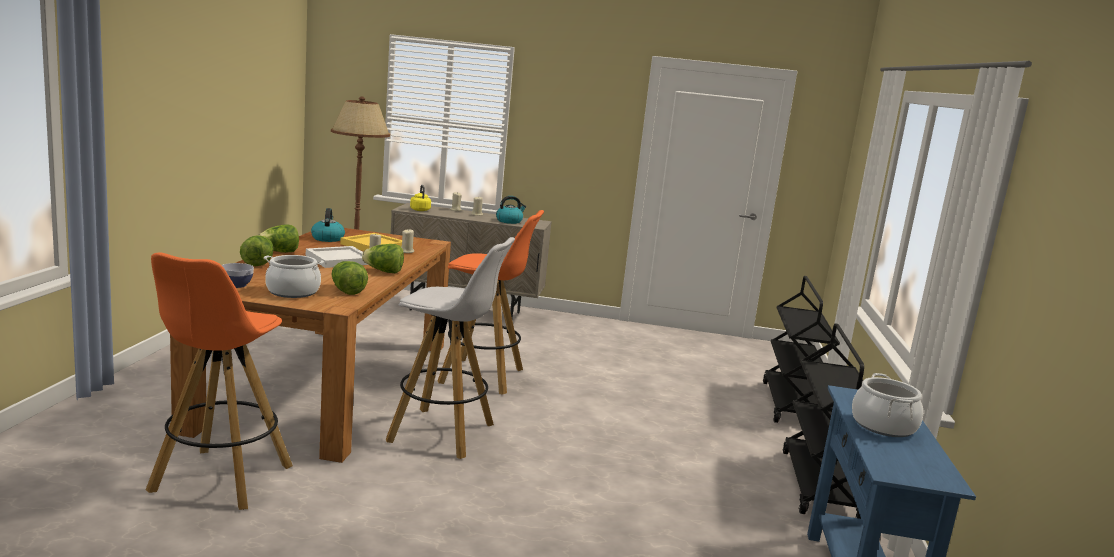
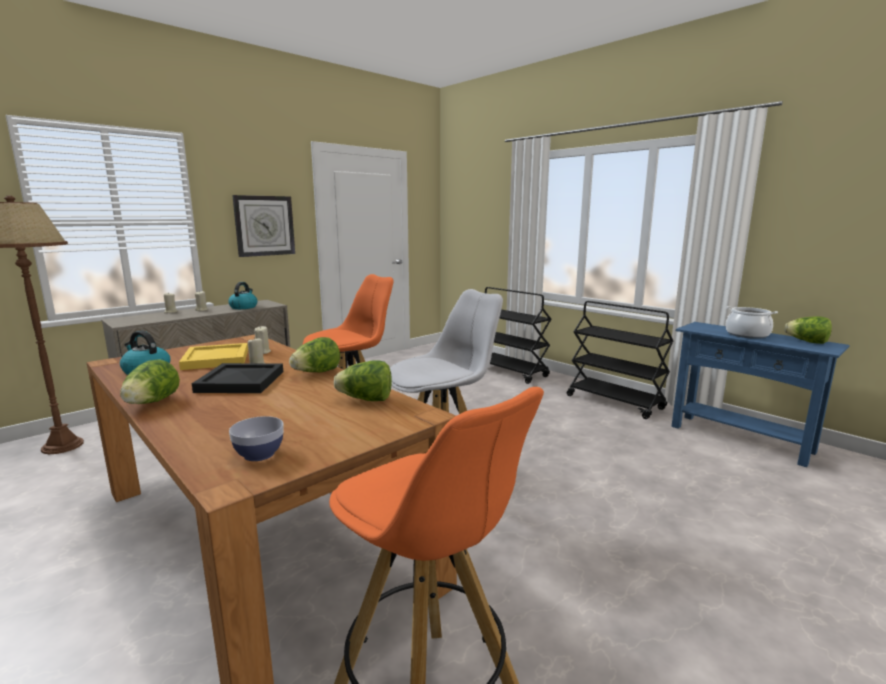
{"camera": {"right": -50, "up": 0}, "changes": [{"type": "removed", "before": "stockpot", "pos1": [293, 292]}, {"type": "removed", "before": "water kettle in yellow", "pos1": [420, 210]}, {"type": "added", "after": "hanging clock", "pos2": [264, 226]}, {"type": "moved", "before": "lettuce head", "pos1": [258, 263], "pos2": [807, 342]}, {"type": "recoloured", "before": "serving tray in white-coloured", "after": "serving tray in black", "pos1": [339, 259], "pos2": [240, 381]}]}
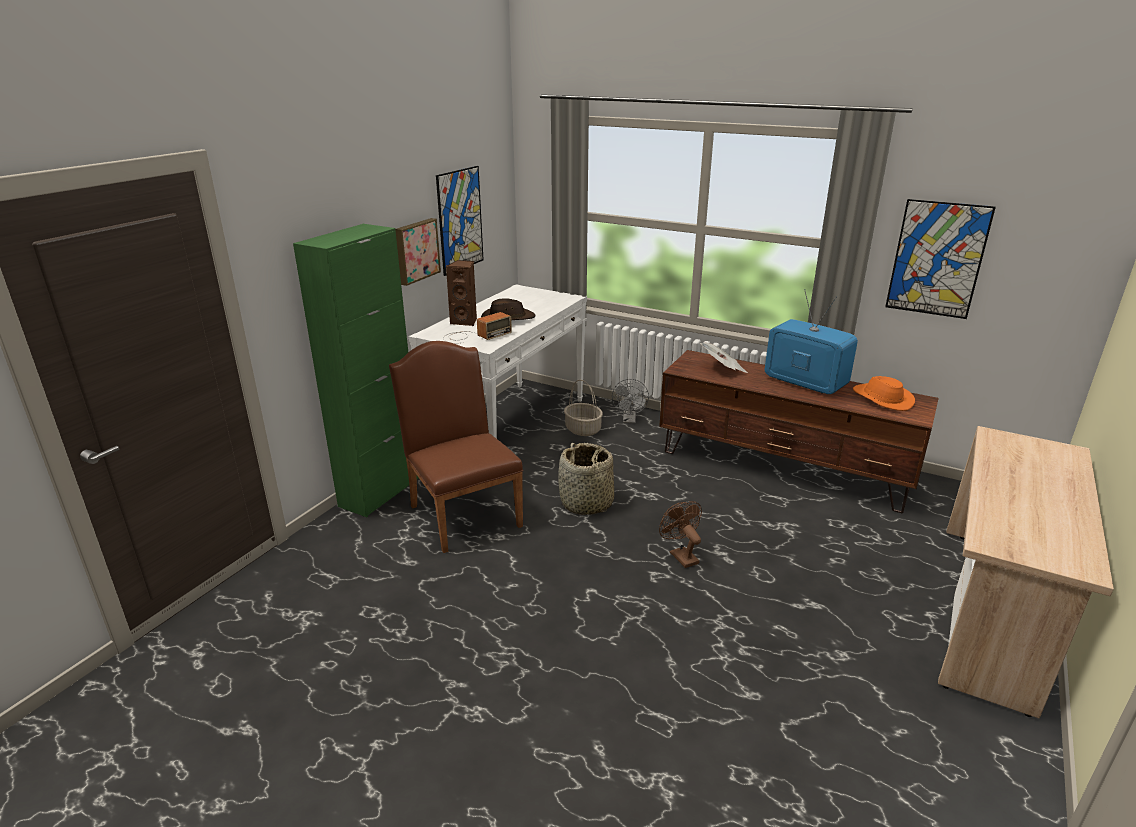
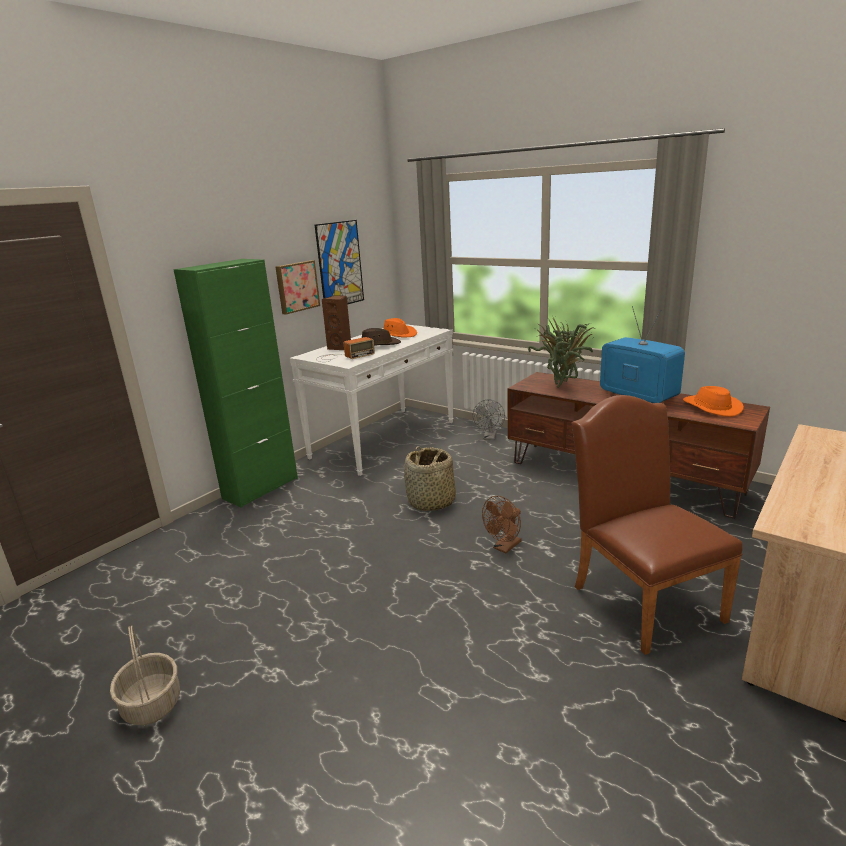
{"camera": {"right": 10, "up": -5}, "changes": [{"type": "removed", "before": "wall art", "pos1": [937, 259]}, {"type": "added", "after": "wearable hat in orangey", "pos2": [396, 335]}, {"type": "moved", "before": "upright chair in brown-coloured", "pos1": [462, 511], "pos2": [641, 597]}, {"type": "moved", "before": "basket", "pos1": [582, 429], "pos2": [151, 704]}, {"type": "replaced", "before": "newspaper", "after": "potted plant", "pos1": [722, 369], "pos2": [563, 385]}, {"type": "turned", "before": "electric fan in brown-coloured", "pos1": [680, 555], "pos2": [504, 547], "turn": -120}]}
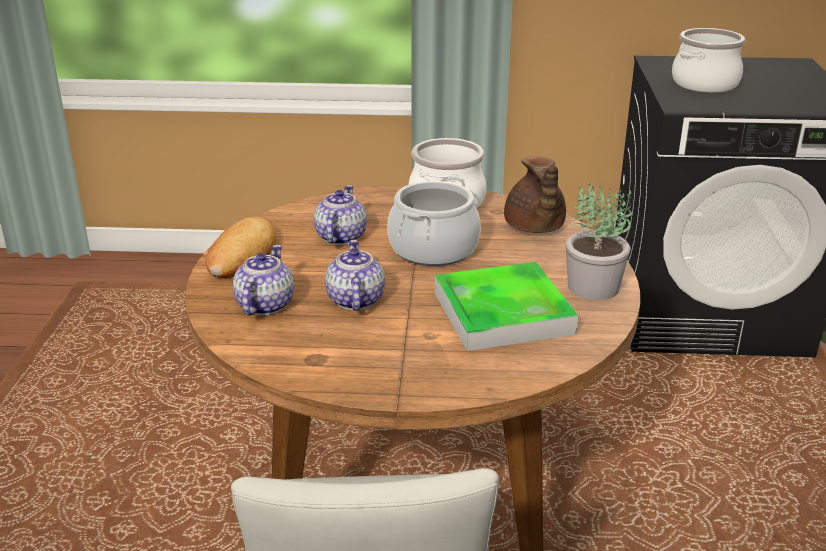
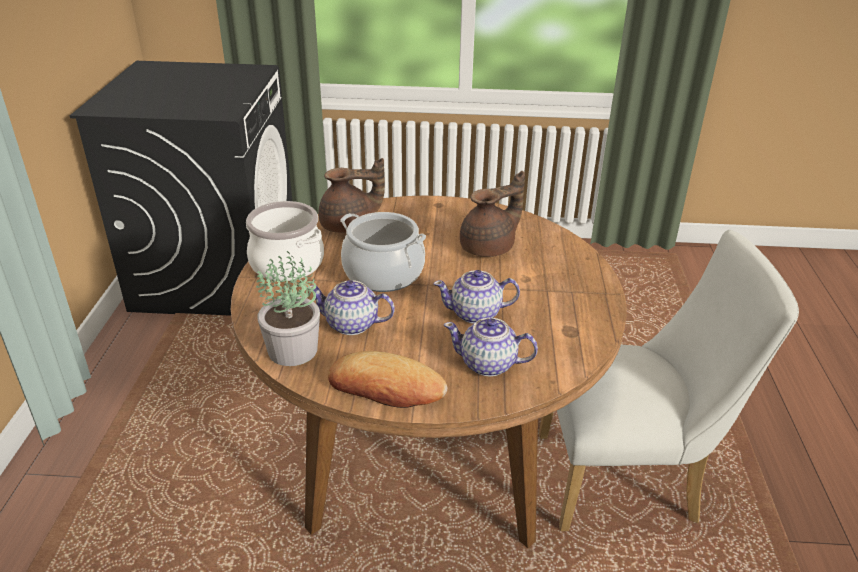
{"camera": {"right": -90, "up": 5}, "changes": [{"type": "removed", "before": "stockpot", "pos1": [705, 84]}, {"type": "moved", "before": "potted plant", "pos1": [594, 287], "pos2": [294, 350]}, {"type": "replaced", "before": "serving tray", "after": "pot for tea in brown-coloured", "pos1": [502, 313], "pos2": [489, 247]}]}
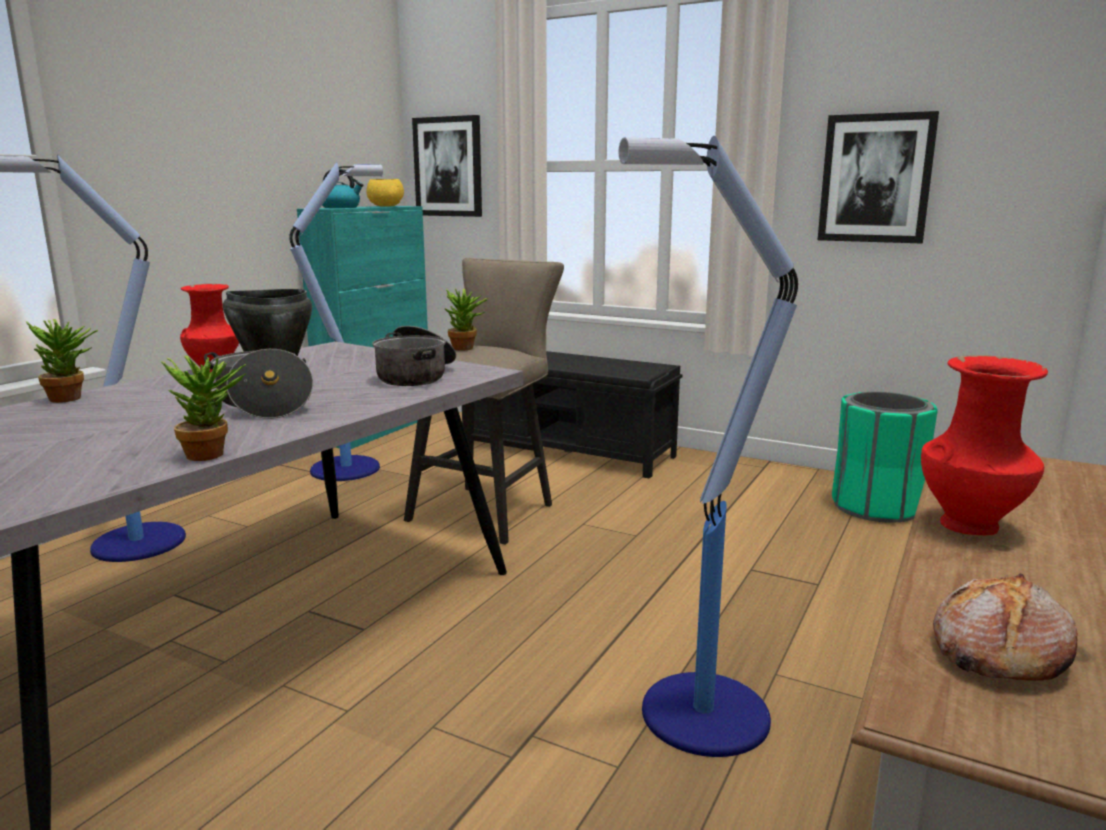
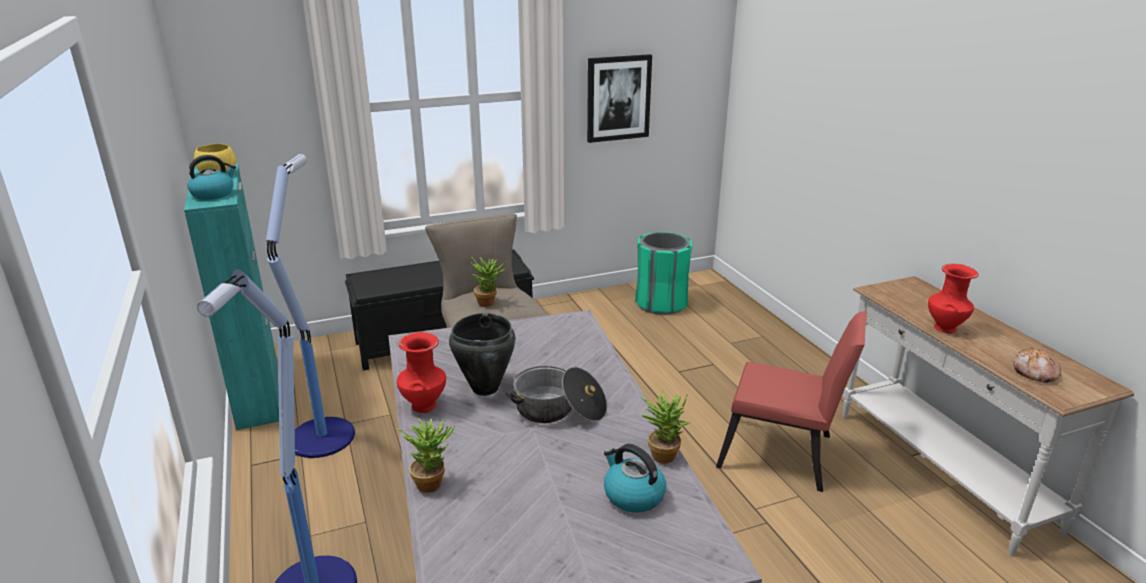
{"camera": {"right": -50, "up": 10}, "changes": [{"type": "removed", "before": "stockpot", "pos1": [416, 375]}, {"type": "removed", "before": "wall art", "pos1": [448, 167]}, {"type": "added", "after": "water kettle", "pos2": [632, 495]}, {"type": "replaced", "before": "standing lamp", "after": "upright chair in red-coloured", "pos1": [700, 715], "pos2": [783, 455]}]}
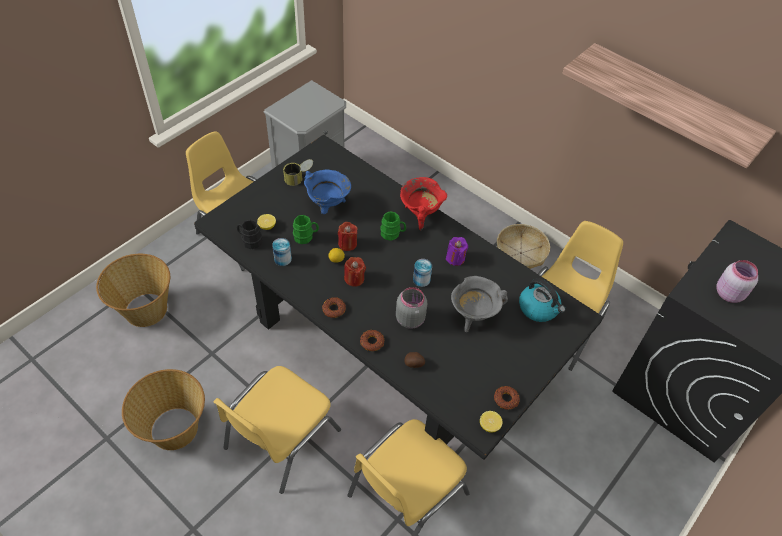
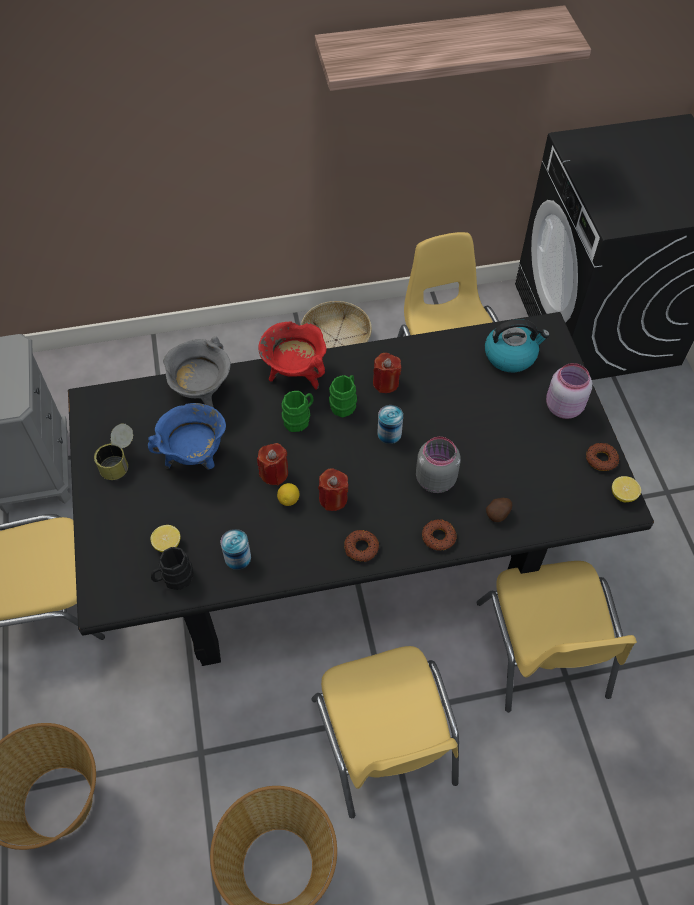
{"camera": {"right": -50, "up": 5}, "changes": [{"type": "moved", "before": "coffee mug in green", "pos1": [306, 237], "pos2": [345, 403]}, {"type": "moved", "before": "stockpot in greyish", "pos1": [473, 317], "pos2": [202, 394]}, {"type": "moved", "before": "jar in pink-coloured", "pos1": [728, 293], "pos2": [562, 406]}, {"type": "recoloured", "before": "wax light in purple", "after": "wax light in red-coloured", "pos1": [455, 258], "pos2": [386, 383]}]}
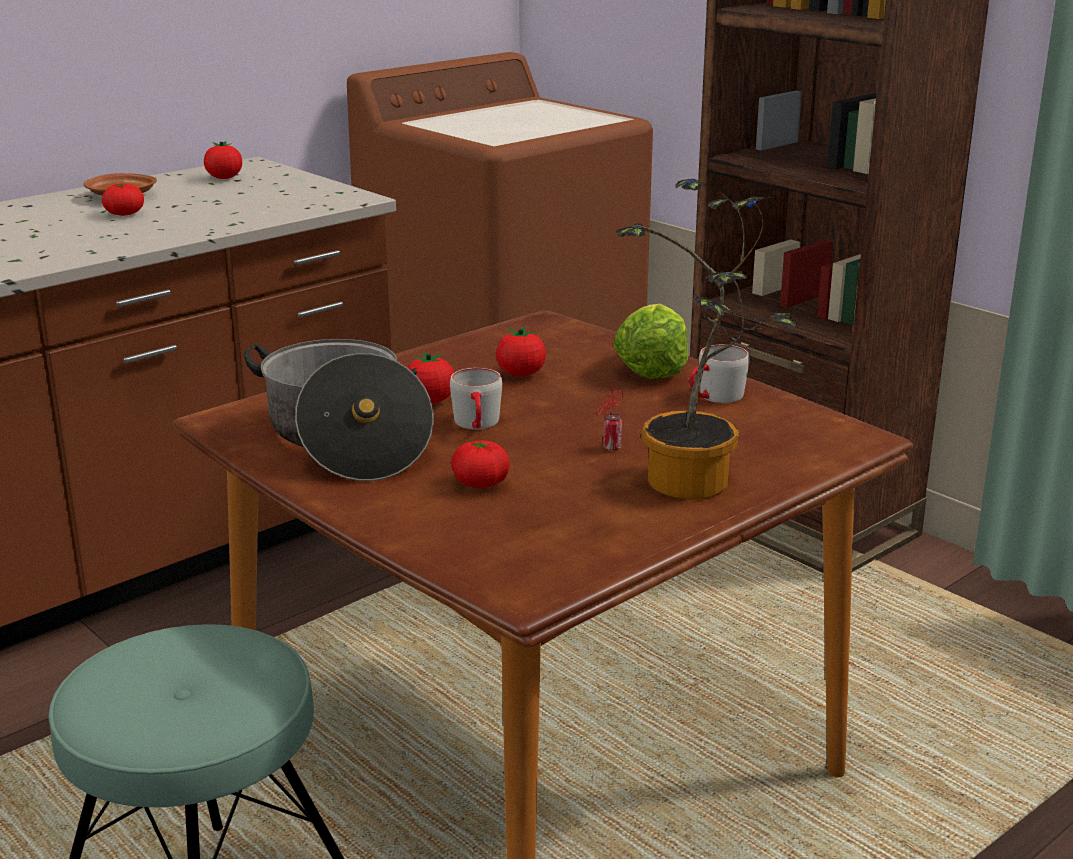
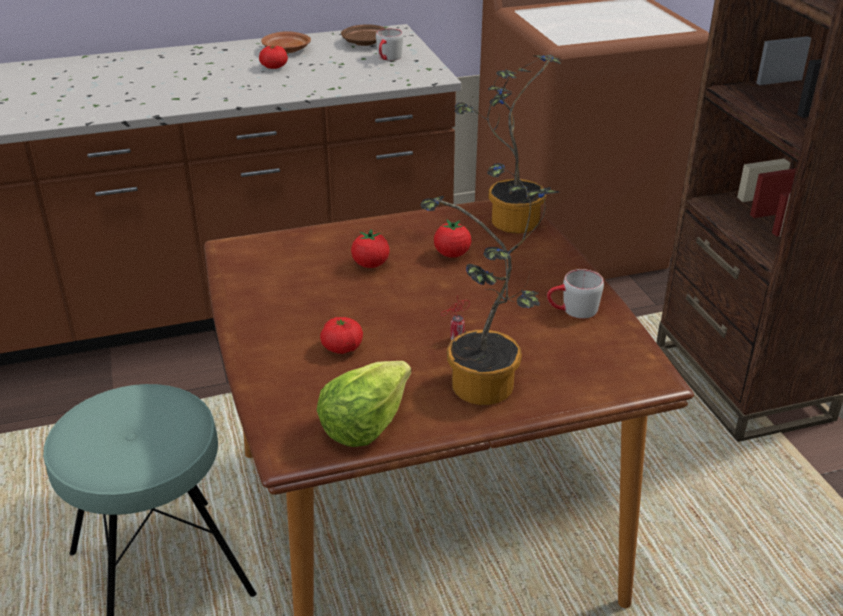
{"camera": {"right": 25, "up": 10}, "changes": [{"type": "removed", "before": "stockpot", "pos1": [344, 439]}, {"type": "added", "after": "potted plant", "pos2": [507, 220]}, {"type": "moved", "before": "coffee mug in greyish", "pos1": [478, 425], "pos2": [388, 59]}, {"type": "moved", "before": "lettuce head", "pos1": [651, 367], "pos2": [364, 422]}, {"type": "replaced", "before": "whole tomato", "after": "plate in brown-coloured", "pos1": [224, 178], "pos2": [365, 42]}]}
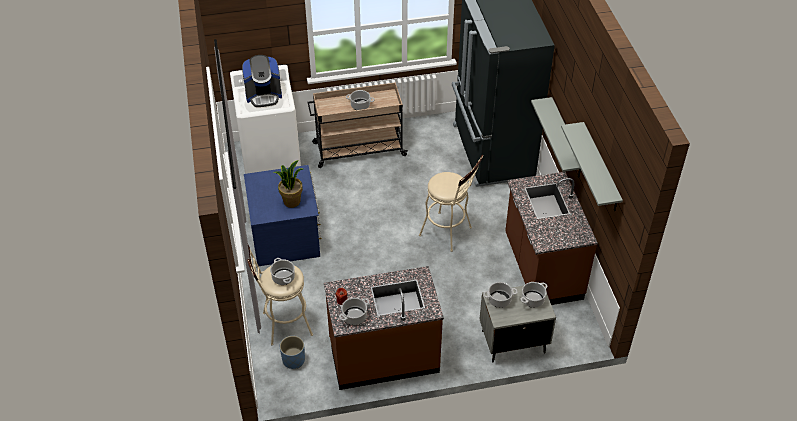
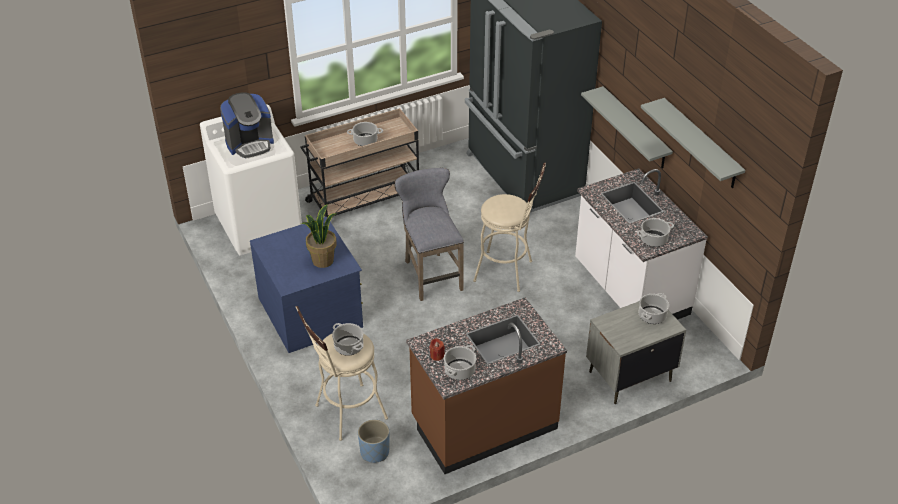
{"camera": {"right": -15, "up": -5}, "changes": [{"type": "added", "after": "stool seat in greyish", "pos2": [430, 273]}, {"type": "moved", "before": "stockpot", "pos1": [499, 300], "pos2": [653, 240]}, {"type": "recoloured", "before": "kitchen counter in brown-coloured", "after": "kitchen counter in white-coloured", "pos1": [541, 268], "pos2": [629, 289]}]}
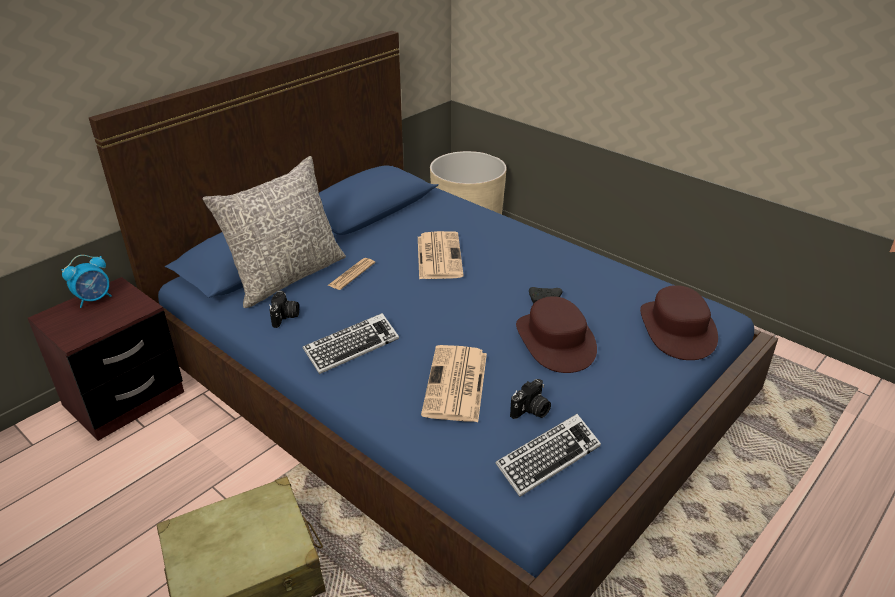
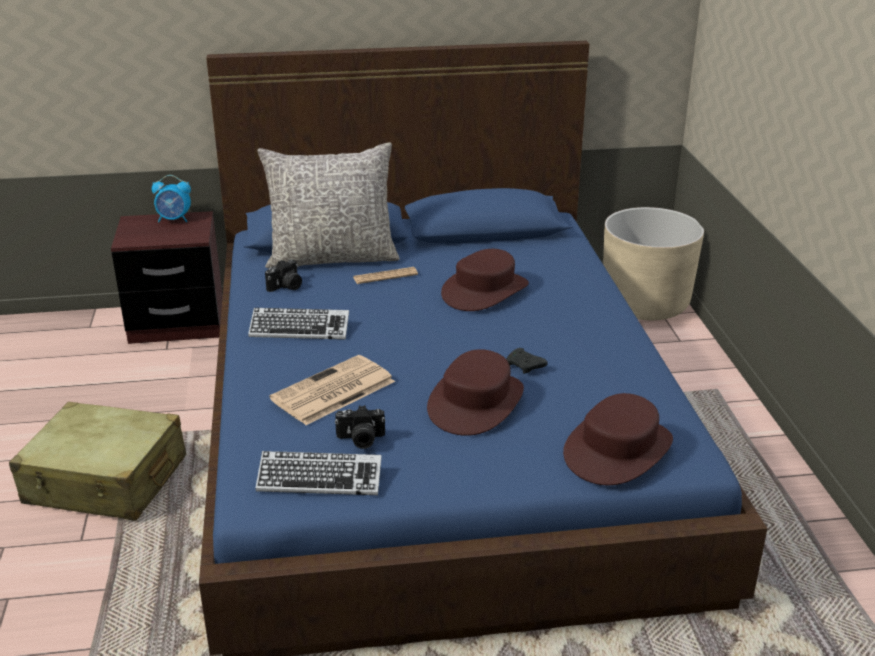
{"camera": {"right": 40, "up": -5}, "changes": [{"type": "replaced", "before": "newspaper", "after": "wearable hat in brown-coloured", "pos1": [438, 255], "pos2": [484, 291]}]}
